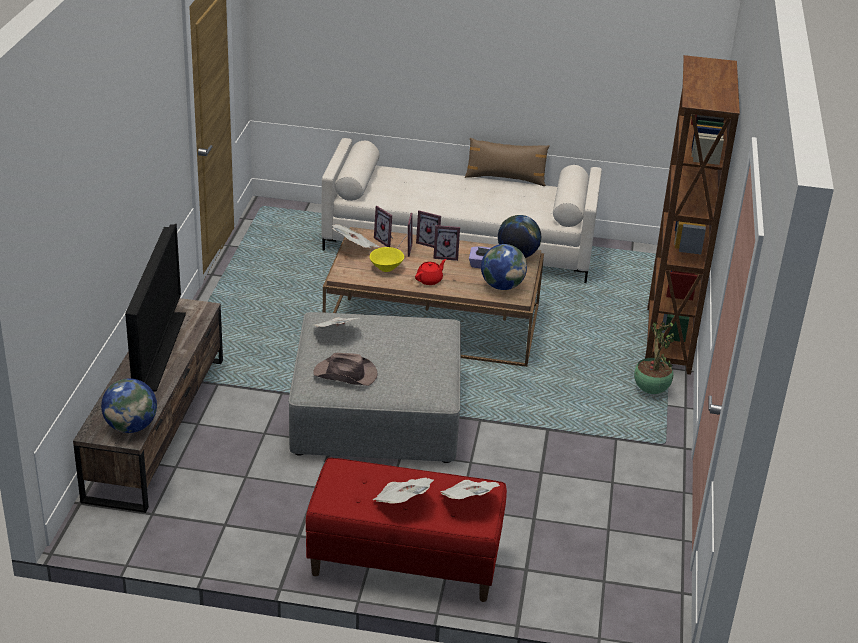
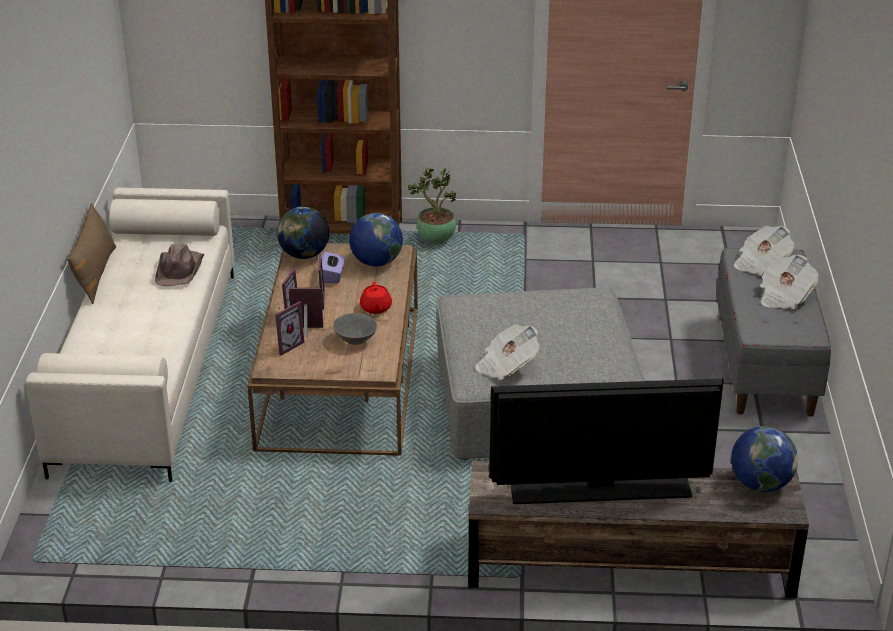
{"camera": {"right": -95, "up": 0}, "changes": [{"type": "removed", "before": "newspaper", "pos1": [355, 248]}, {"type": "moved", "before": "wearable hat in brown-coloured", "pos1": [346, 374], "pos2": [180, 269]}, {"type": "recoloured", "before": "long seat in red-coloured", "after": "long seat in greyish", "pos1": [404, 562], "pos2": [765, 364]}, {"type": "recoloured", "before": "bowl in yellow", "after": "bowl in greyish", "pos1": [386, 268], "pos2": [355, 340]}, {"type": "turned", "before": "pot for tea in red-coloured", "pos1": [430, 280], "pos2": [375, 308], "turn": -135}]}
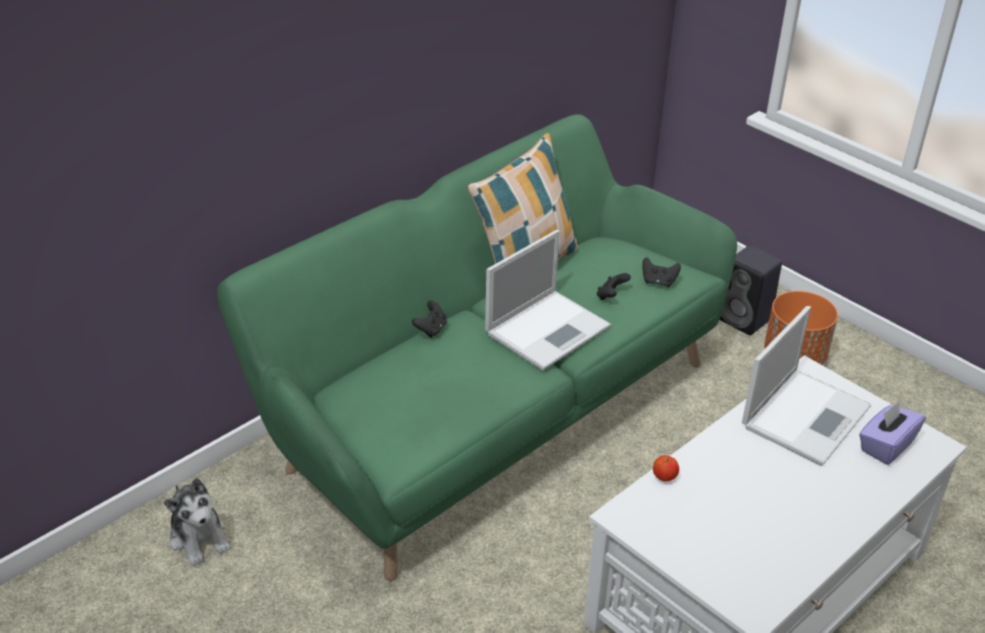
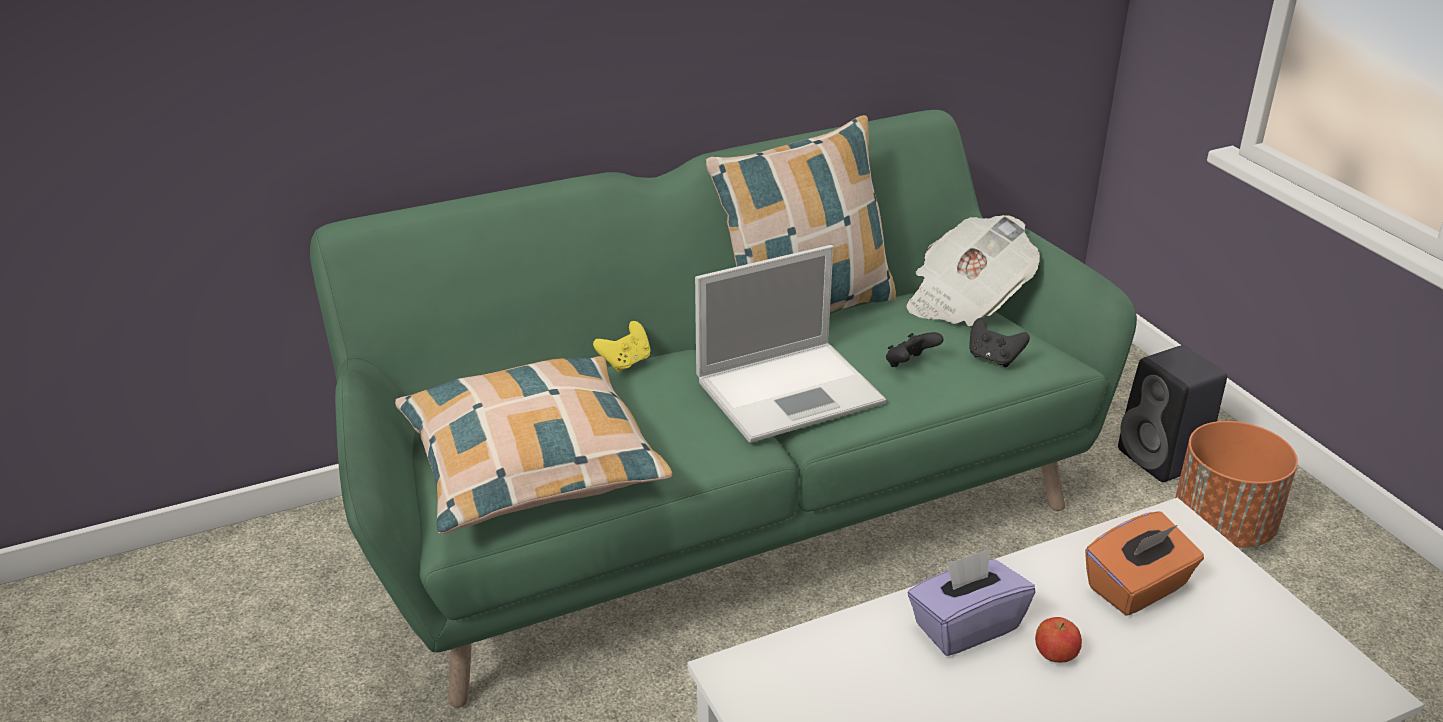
{"camera": {"right": 20, "up": -5}, "changes": [{"type": "removed", "before": "cuddly toy", "pos1": [199, 538]}, {"type": "added", "after": "pillow", "pos2": [531, 463]}, {"type": "added", "after": "newspaper", "pos2": [965, 300]}, {"type": "moved", "before": "apple fruit", "pos1": [664, 477], "pos2": [1055, 656]}, {"type": "moved", "before": "tissue holder in purple", "pos1": [886, 446], "pos2": [965, 626]}, {"type": "replaced", "before": "laptop", "after": "tissue holder in orangey", "pos1": [806, 415], "pos2": [1137, 588]}, {"type": "recoloured", "before": "game controller in black", "after": "game controller in yellow", "pos1": [431, 329], "pos2": [625, 362]}]}
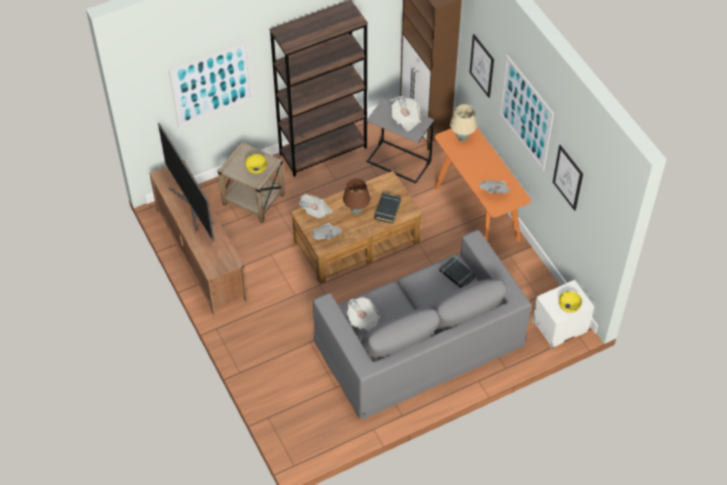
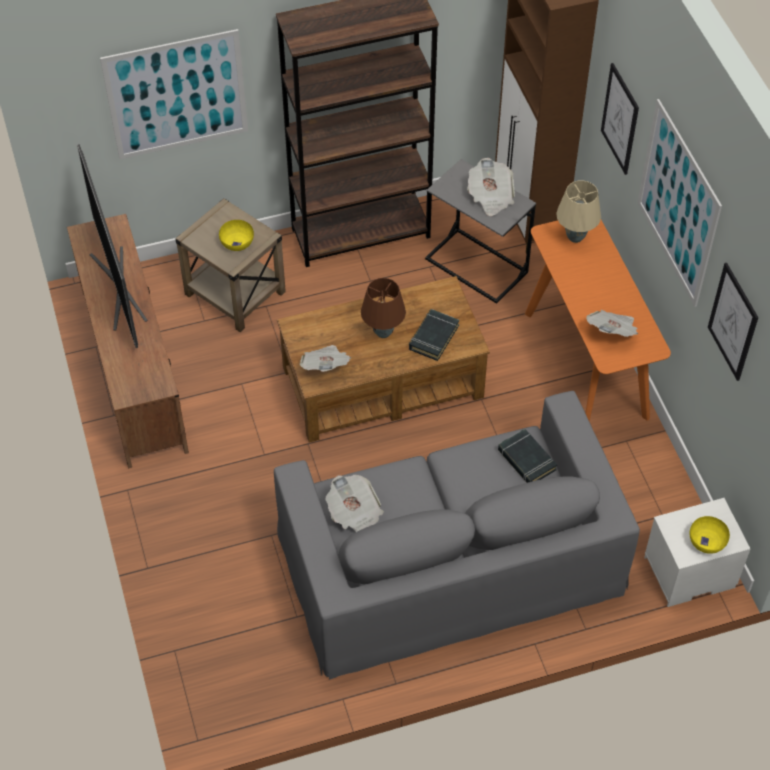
{"camera": {"right": 10, "up": 0}, "changes": [{"type": "removed", "before": "newspaper", "pos1": [316, 211]}]}
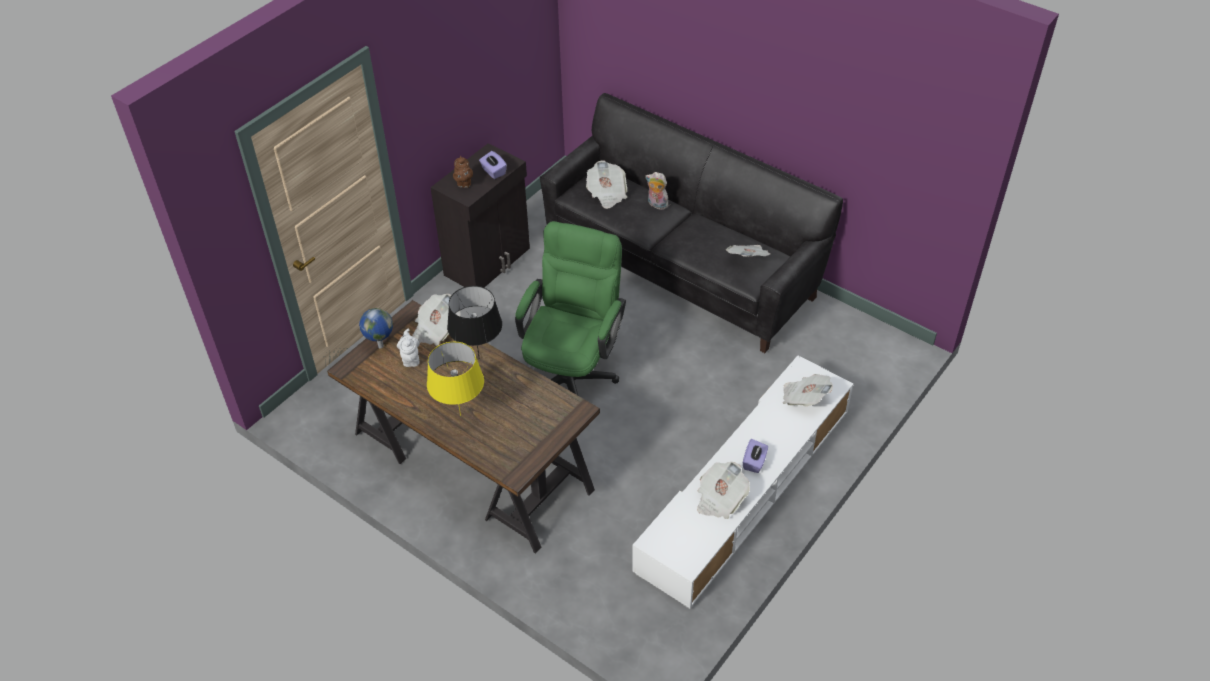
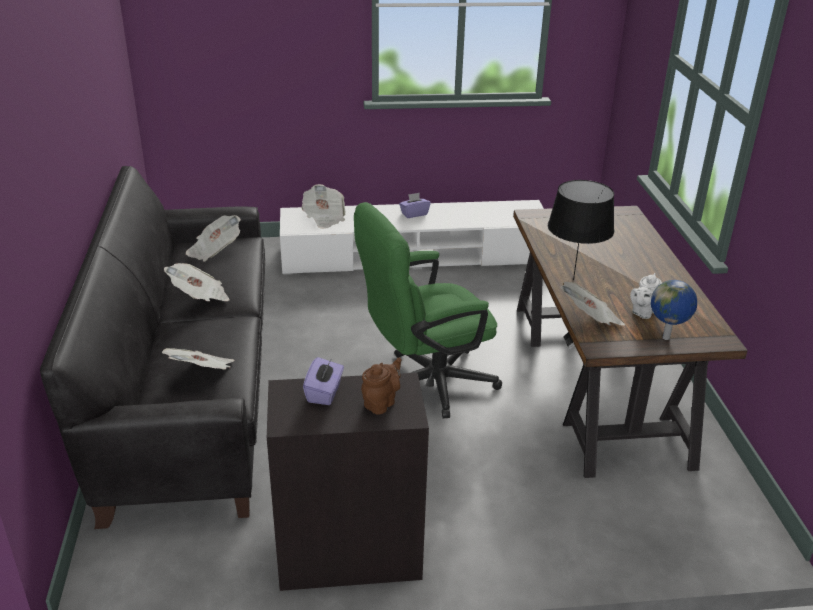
{"camera": {"right": -135, "up": -15}, "changes": [{"type": "removed", "before": "lamp for a table in yellow", "pos1": [460, 415]}, {"type": "removed", "before": "cuddly toy", "pos1": [656, 205]}, {"type": "moved", "before": "newspaper", "pos1": [720, 499], "pos2": [200, 297]}]}
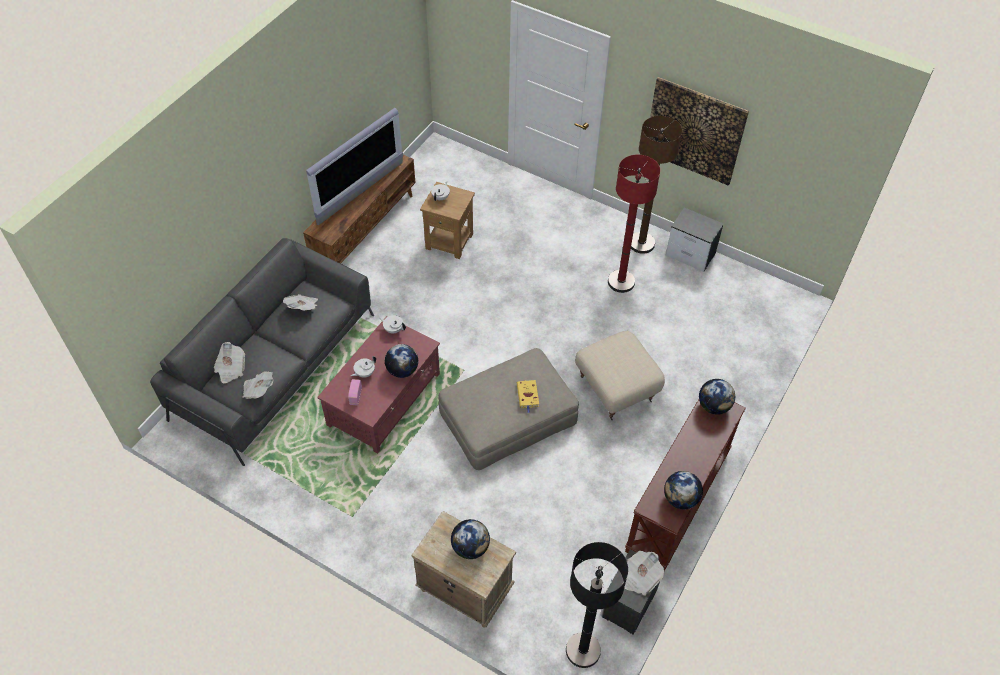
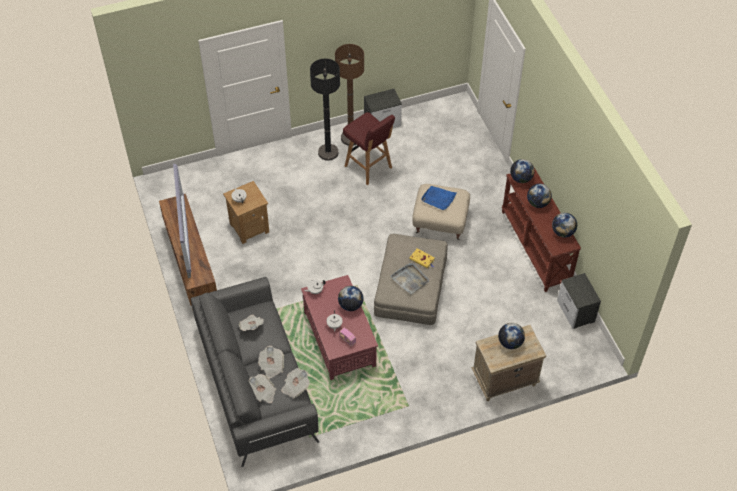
{"camera": {"right": -50, "up": 0}, "changes": [{"type": "removed", "before": "wall art", "pos1": [694, 131]}, {"type": "added", "after": "serving tray in greyish", "pos2": [410, 279]}, {"type": "added", "after": "serving tray in bluish", "pos2": [438, 198]}, {"type": "added", "after": "world globe", "pos2": [537, 203]}, {"type": "moved", "before": "standing lamp in black", "pos1": [583, 650], "pos2": [328, 152]}, {"type": "moved", "before": "newspaper", "pos1": [640, 577], "pos2": [271, 366]}, {"type": "replaced", "before": "standing lamp in red-coloured", "after": "stool seat in red-coloured", "pos1": [621, 282], "pos2": [369, 167]}]}
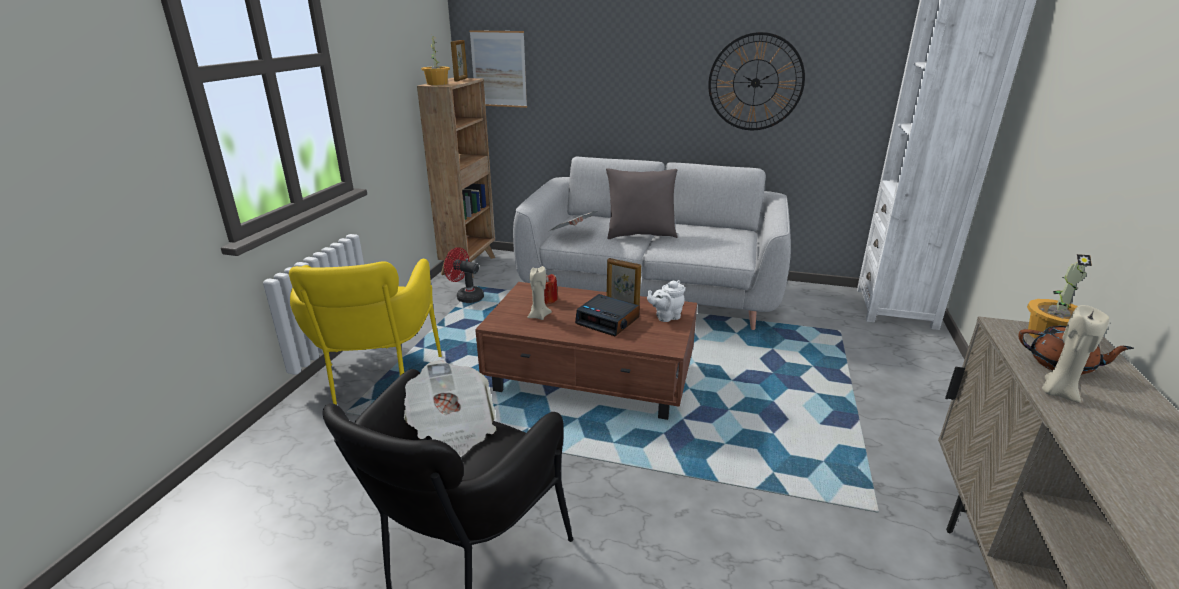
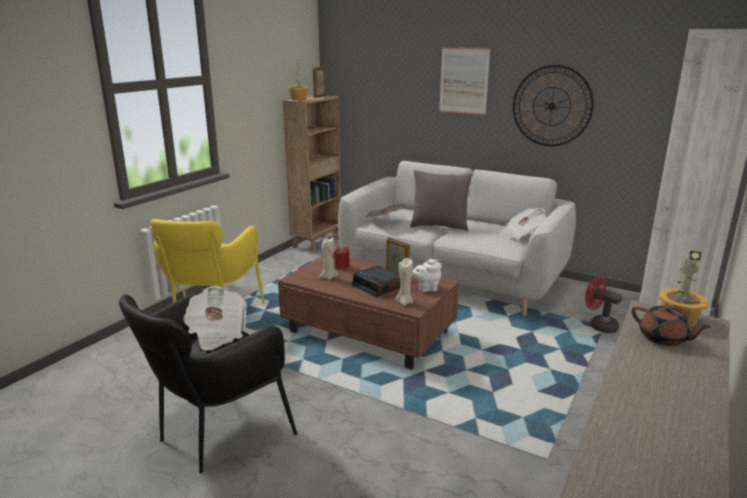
{"camera": {"right": 15, "up": -5}, "changes": [{"type": "added", "after": "newspaper", "pos2": [521, 235]}, {"type": "moved", "before": "electric fan in red-coloured", "pos1": [466, 297], "pos2": [599, 325]}, {"type": "moved", "before": "wall art", "pos1": [499, 69], "pos2": [464, 81]}, {"type": "moved", "before": "wax light in beige", "pos1": [1057, 392], "pos2": [404, 302]}]}
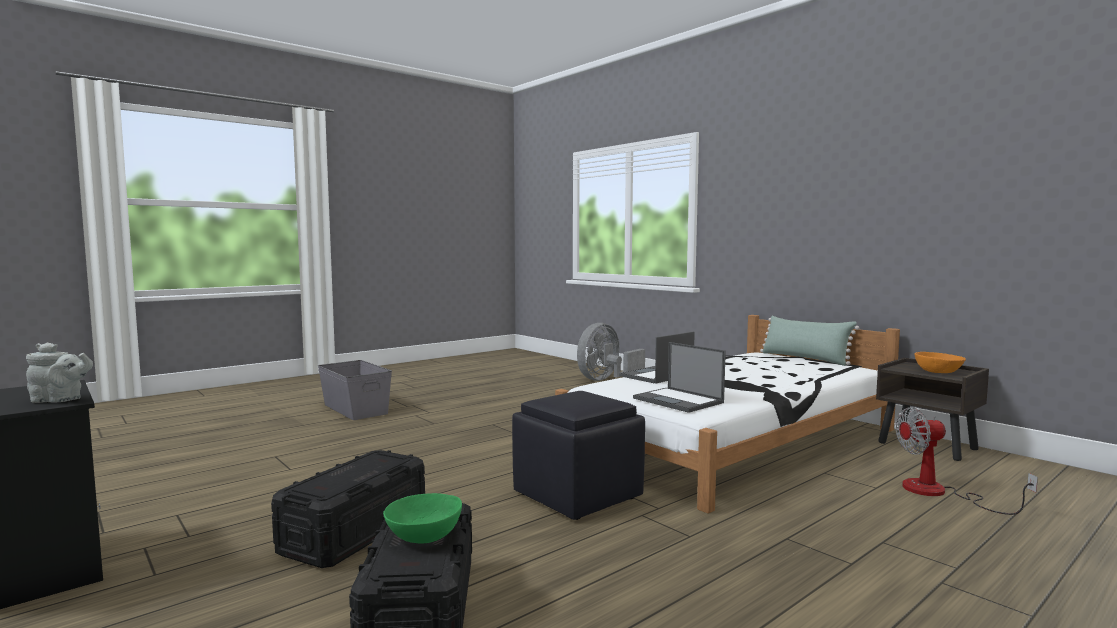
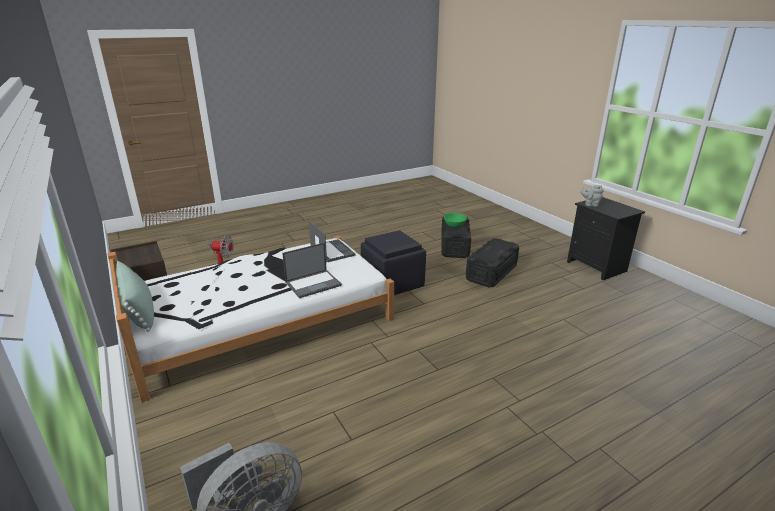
{"camera": {"right": -170, "up": 20}, "changes": [{"type": "removed", "before": "storage box in greyish", "pos1": [355, 409]}, {"type": "removed", "before": "bowl in orangey", "pos1": [938, 372]}]}
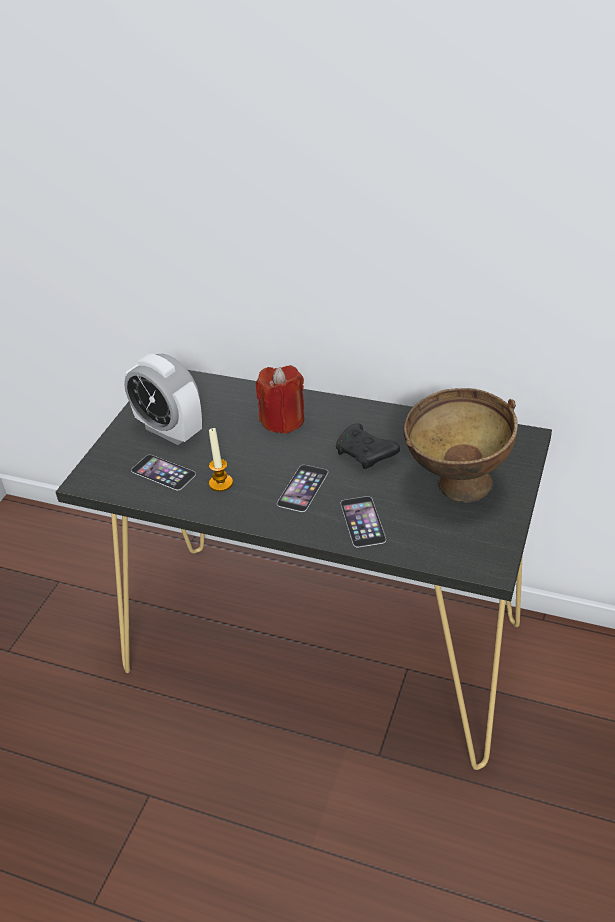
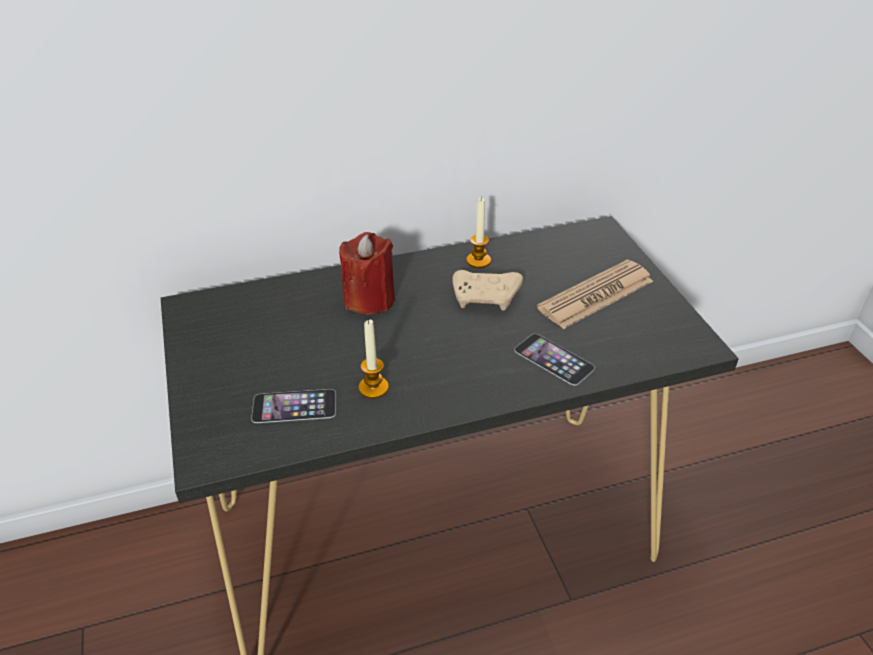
{"camera": {"right": -40, "up": 0}, "changes": [{"type": "removed", "before": "bedside clock", "pos1": [169, 431]}, {"type": "removed", "before": "phone", "pos1": [303, 488]}, {"type": "added", "after": "wax light", "pos2": [478, 261]}, {"type": "replaced", "before": "bowl in brown-coloured", "after": "newspaper", "pos1": [454, 489], "pos2": [596, 295]}, {"type": "recoloured", "before": "game controller in black", "after": "game controller in beige", "pos1": [366, 454], "pos2": [486, 298]}]}
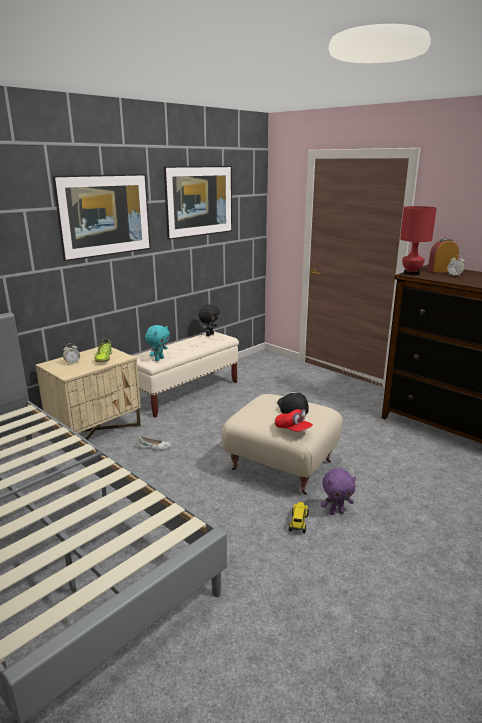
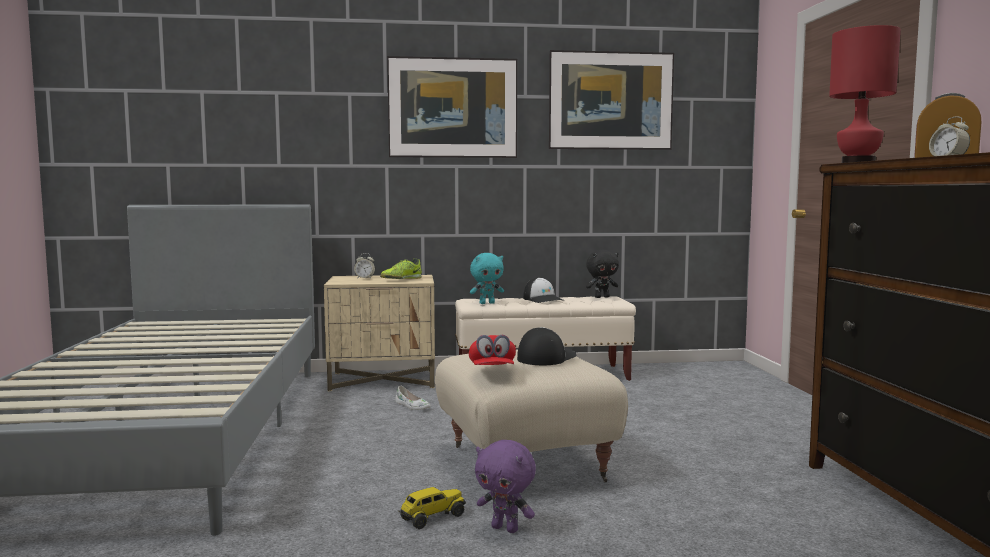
{"camera": {"right": 40, "up": -15}, "changes": [{"type": "added", "after": "baseball cap", "pos2": [543, 299]}]}
